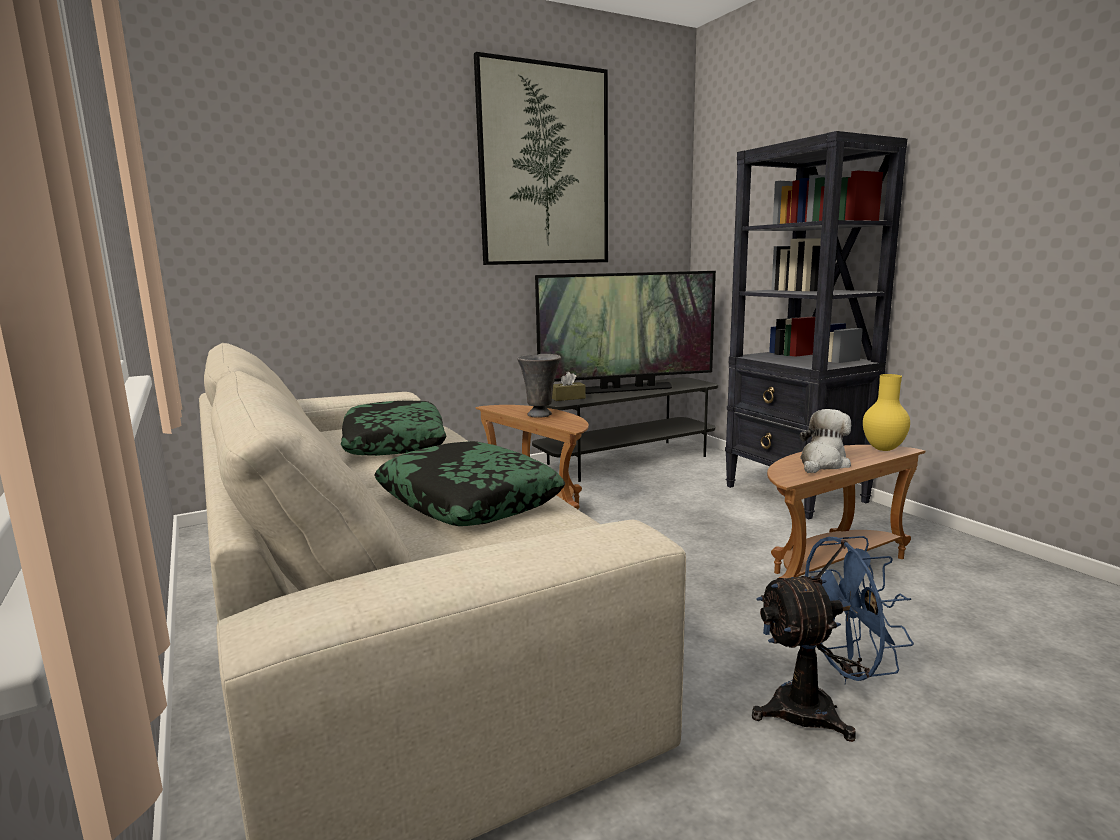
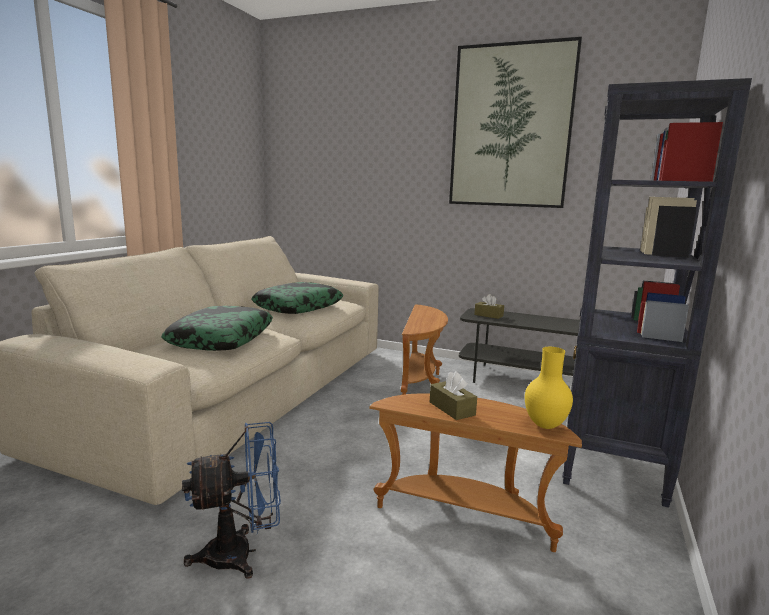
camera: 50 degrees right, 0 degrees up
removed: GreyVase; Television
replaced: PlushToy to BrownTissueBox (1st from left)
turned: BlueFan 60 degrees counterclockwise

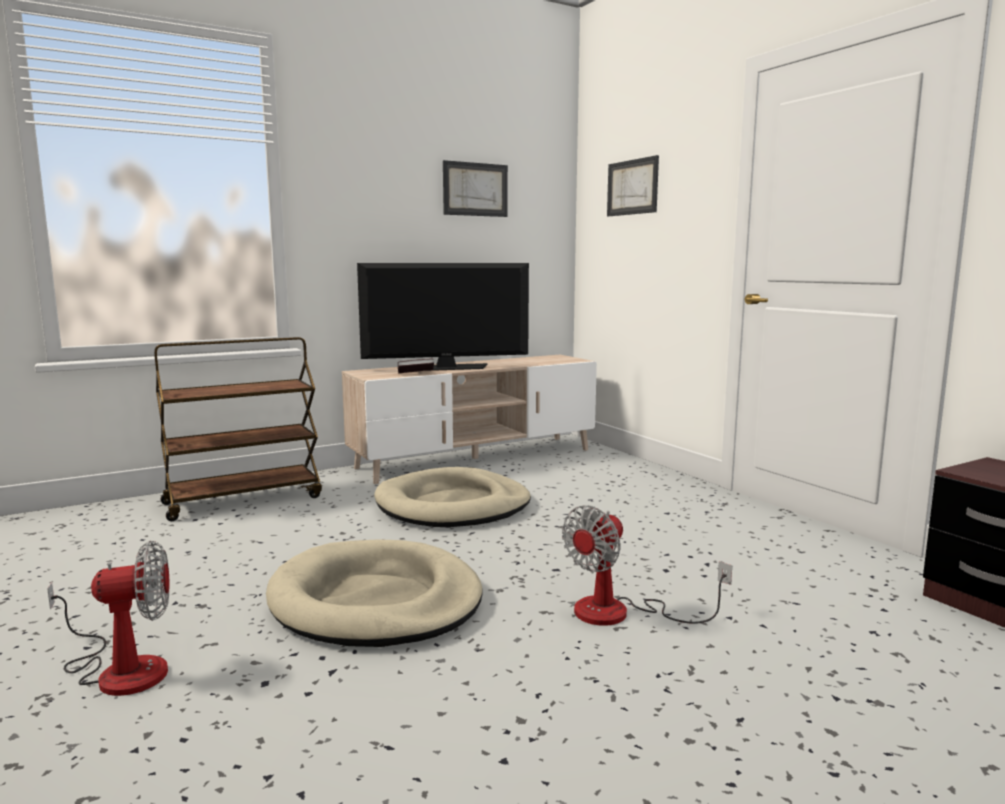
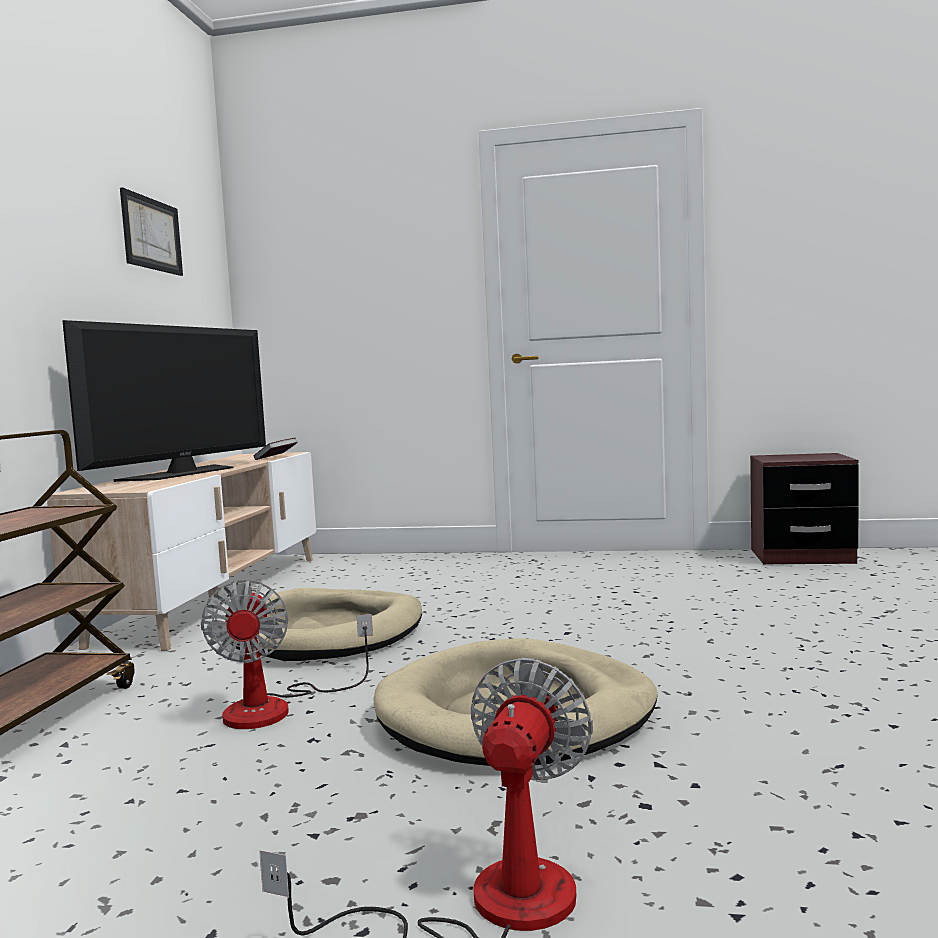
camera: 50 degrees left, 5 degrees down
removed: Picture (2nd from left)
moved: Book; Fan (2nd from left in the first image) to Fan (1st from left)

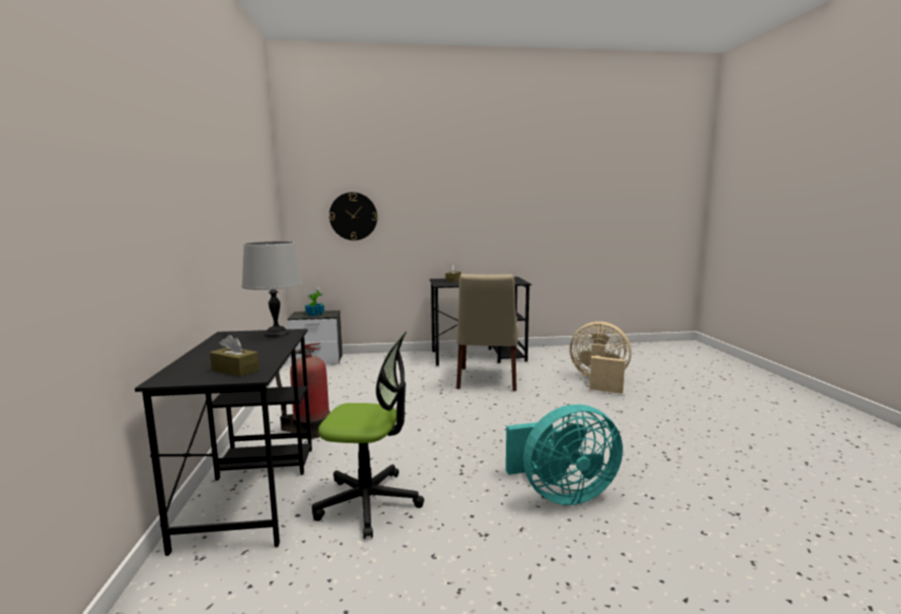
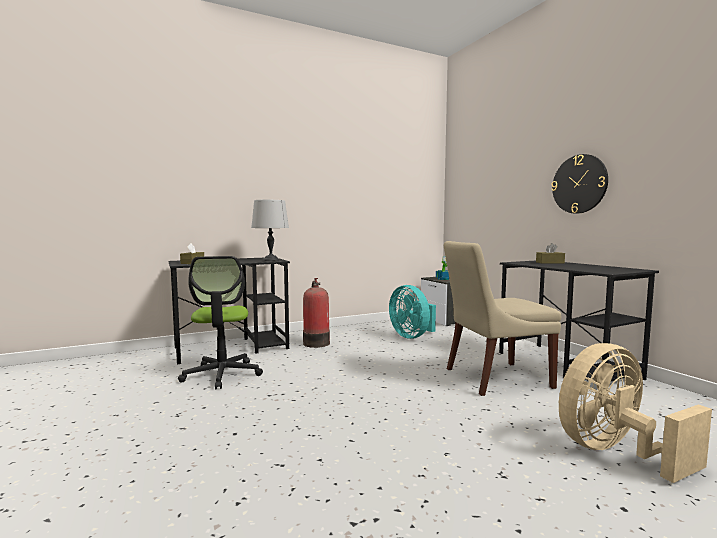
camera: 70 degrees right, 5 degrees down
moved: WallClock; TurquoiseFan
turned: BeigeFan 120 degrees counterclockwise

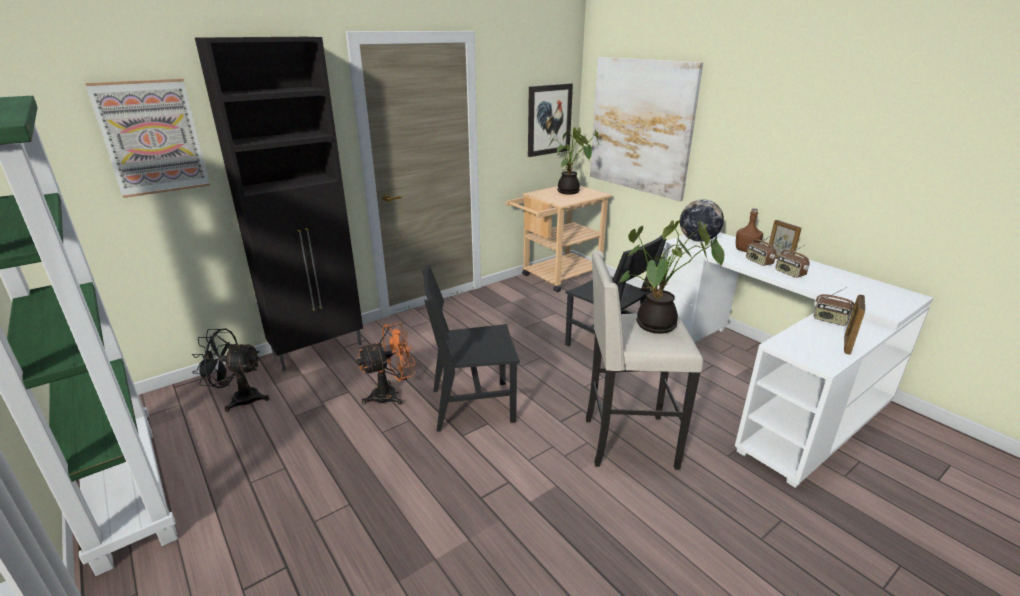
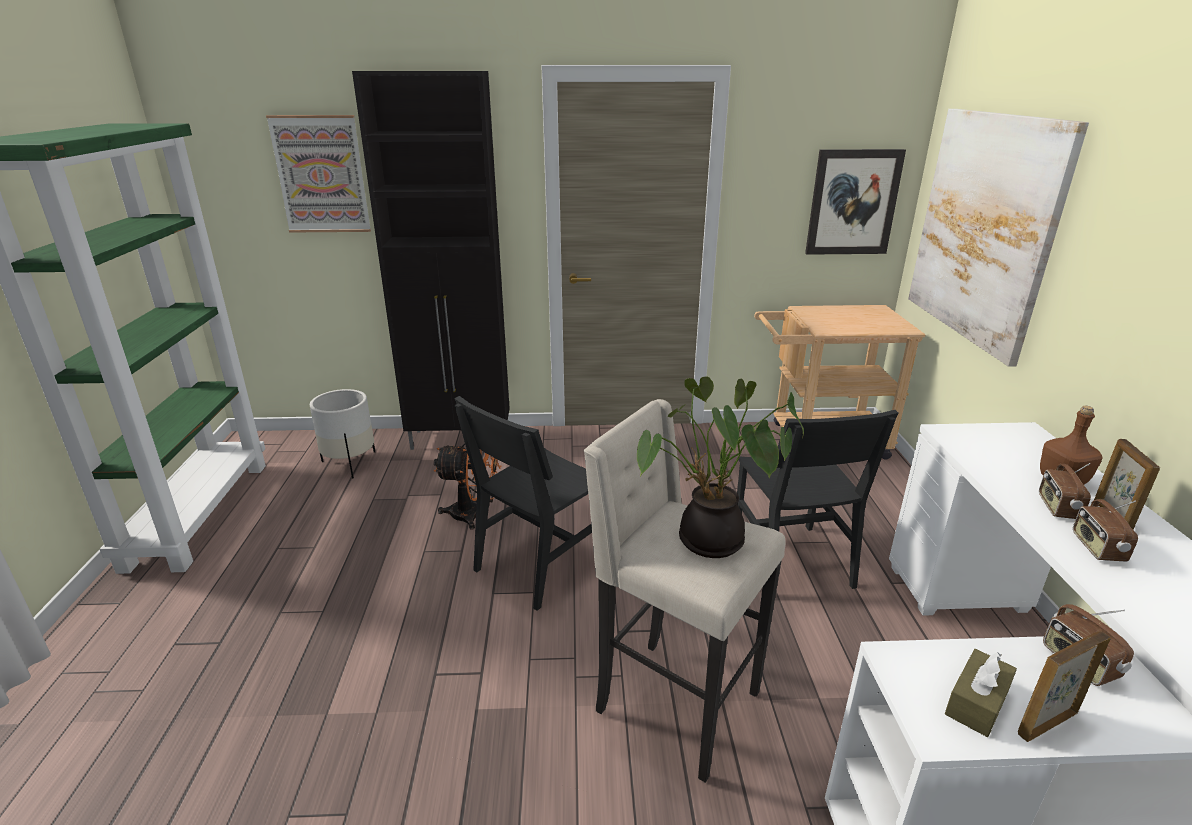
camera: 35 degrees right, 0 degrees up
removed: PottedPlant (1st from left); Globe
added: BrownTissueBox
replaced: BlackFan to WhitePlanter
turned: BlackChair (1st from left) 75 degrees counterclockwise

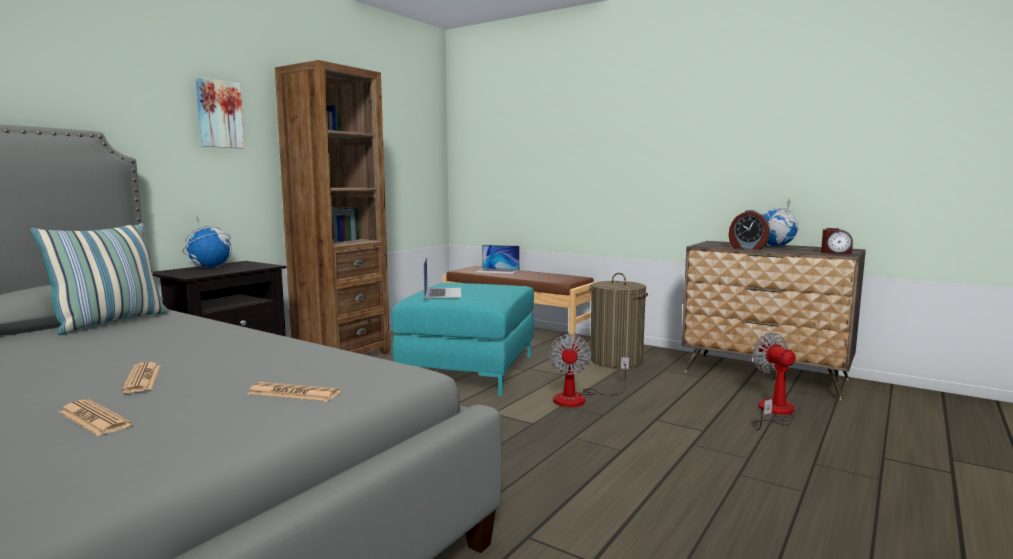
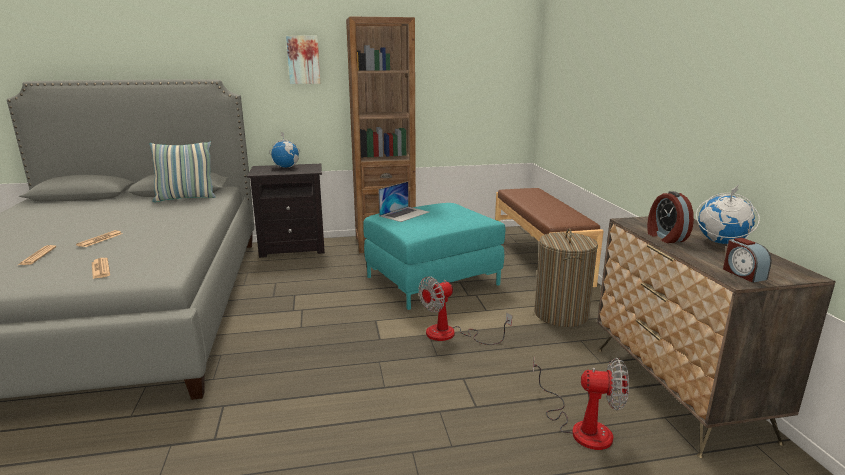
camera: 45 degrees right, 10 degrees up
removed: Laptop (2nd from left)
turned: Fan (2nd from left) 75 degrees clockwise

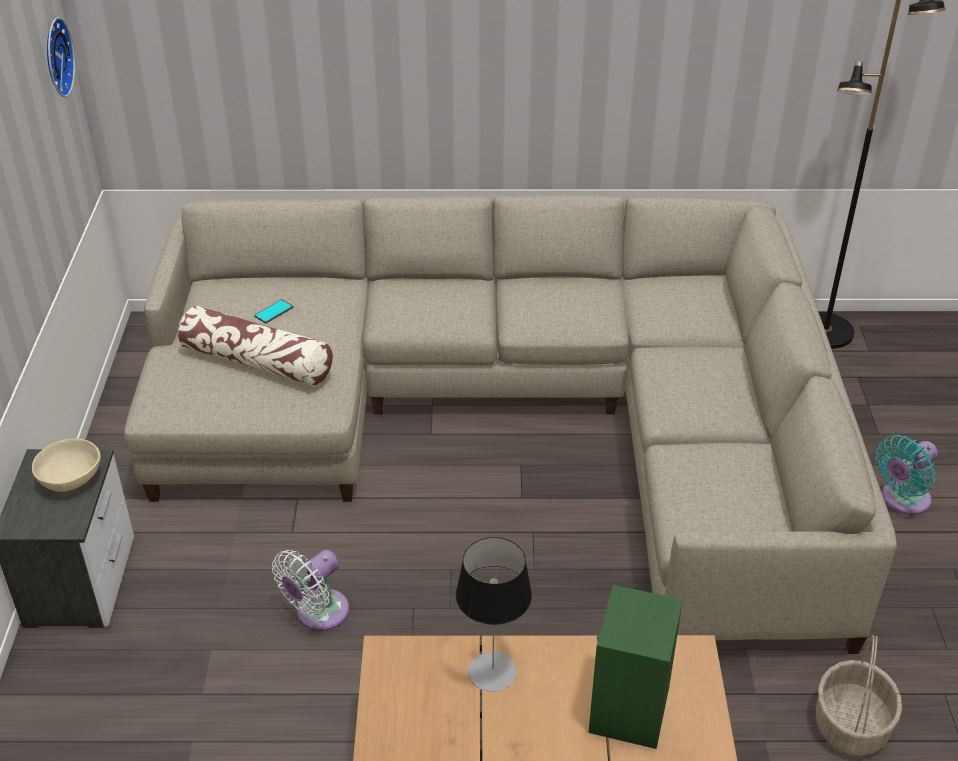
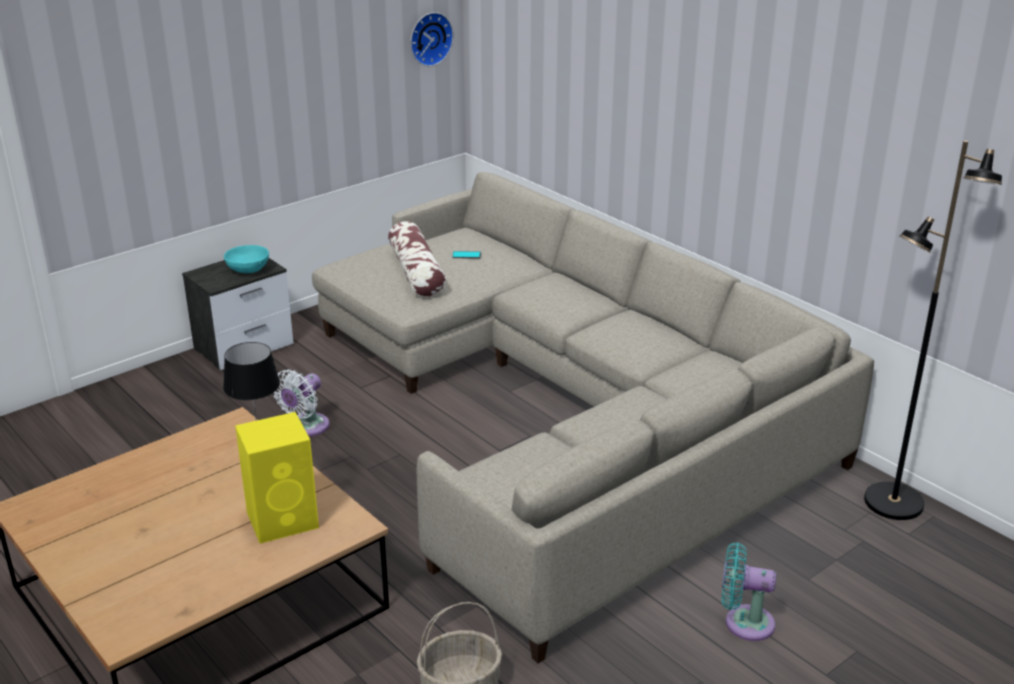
camera: 50 degrees right, 10 degrees down
recoloured: BeigeBowl to TurquoiseBowl; GreenSpeaker to YellowSpeaker
turned: WhiteFan 60 degrees counterclockwise

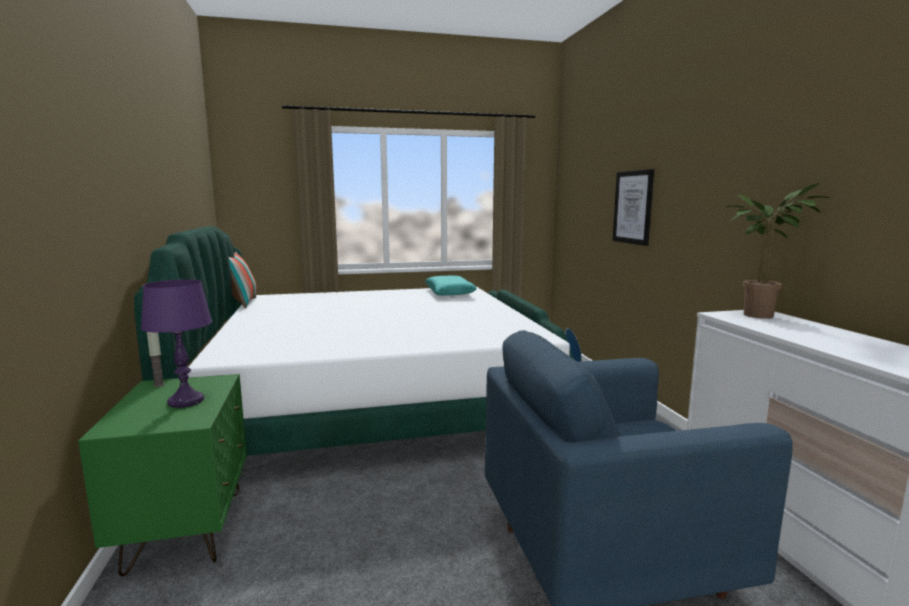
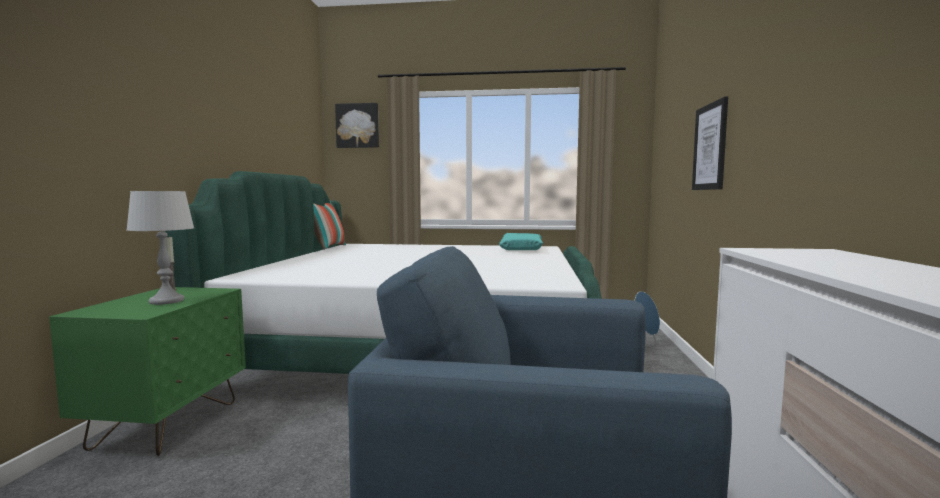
camera: 20 degrees right, 5 degrees down
removed: PottedPlant
added: Picture (1st from left)
recoloured: PurpleTableLamp to GreyTableLamp

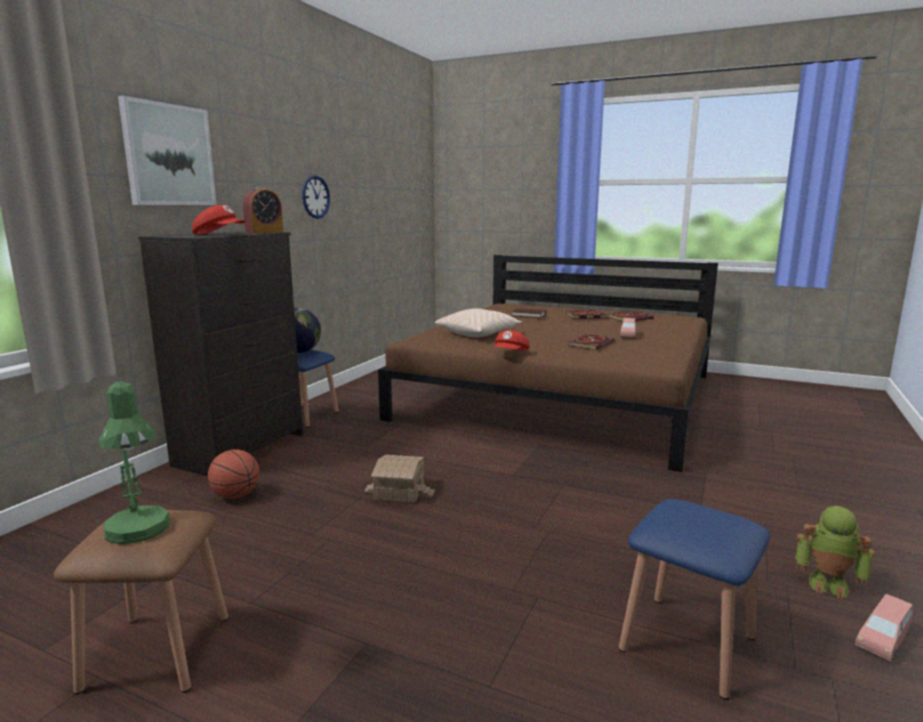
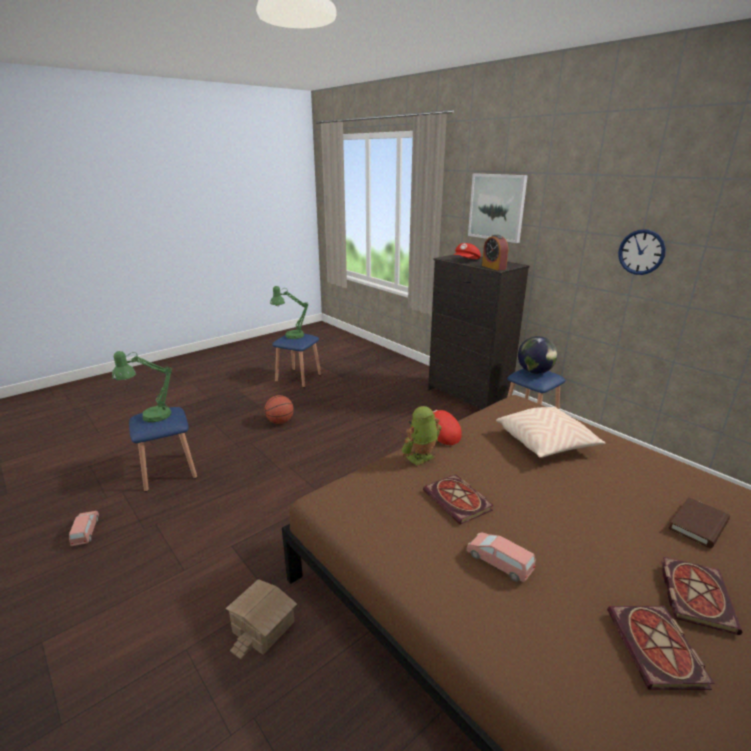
camera: 115 degrees right, 10 degrees up
added: GreenTableLamp (1st from left)
moved: Basketball; ToyHouse; ToyRobot
recoloured: BrownStool to BlueStool (2nd from left)

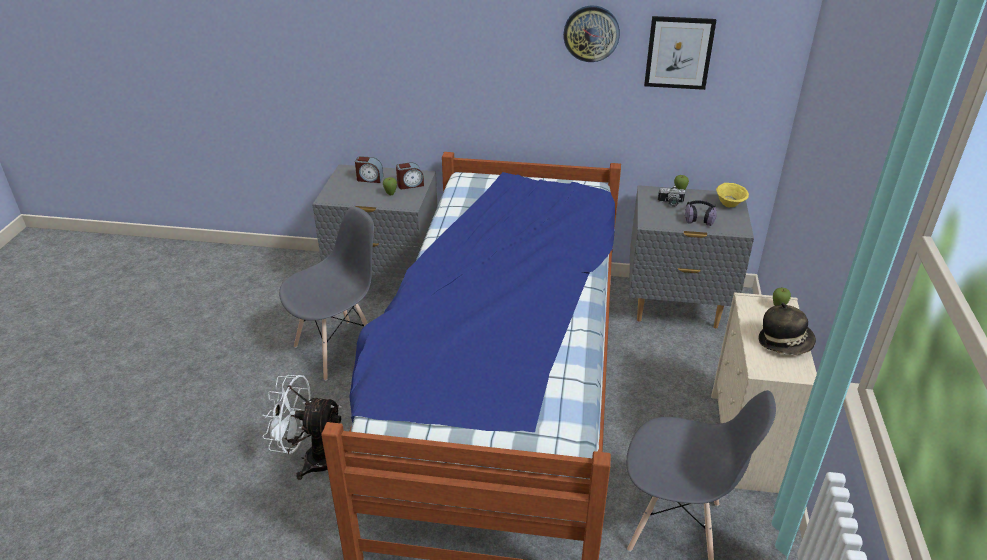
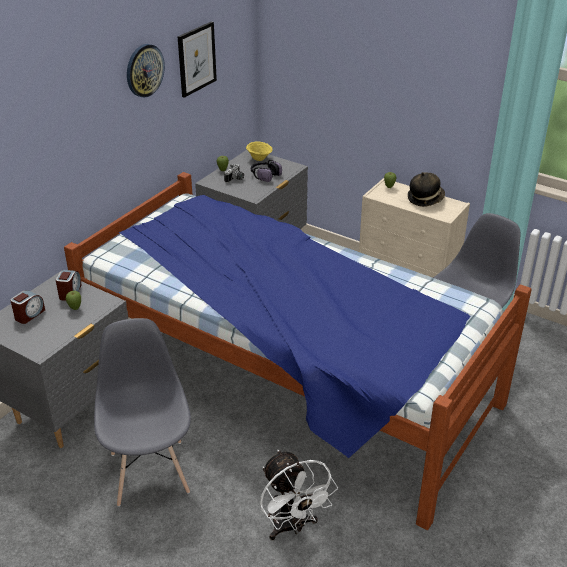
camera: 65 degrees left, 0 degrees up
turned: WhiteFan 60 degrees counterclockwise

